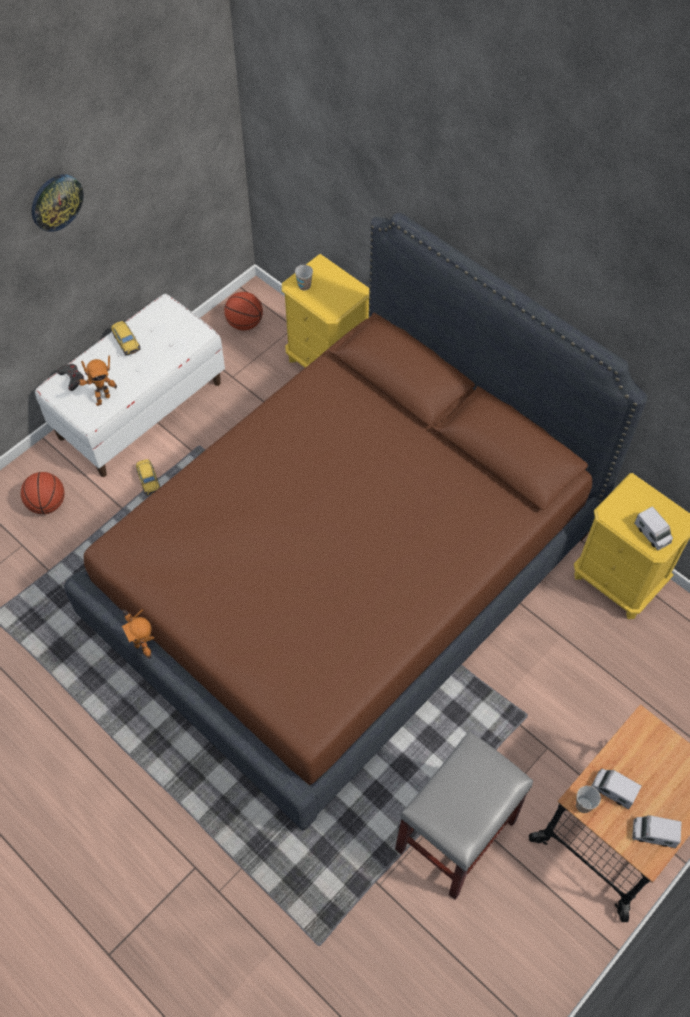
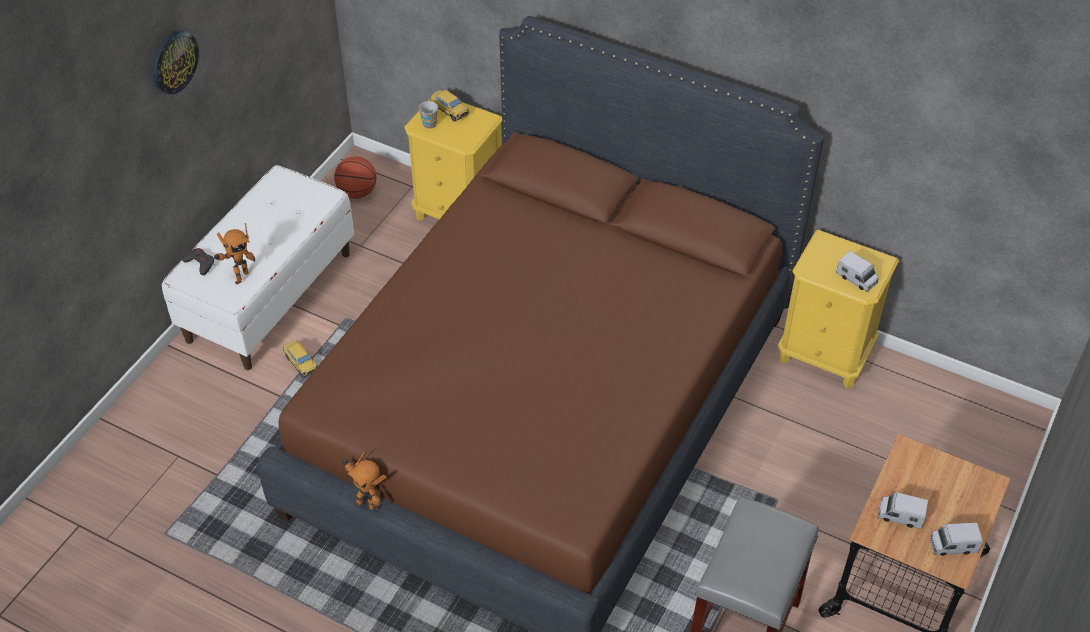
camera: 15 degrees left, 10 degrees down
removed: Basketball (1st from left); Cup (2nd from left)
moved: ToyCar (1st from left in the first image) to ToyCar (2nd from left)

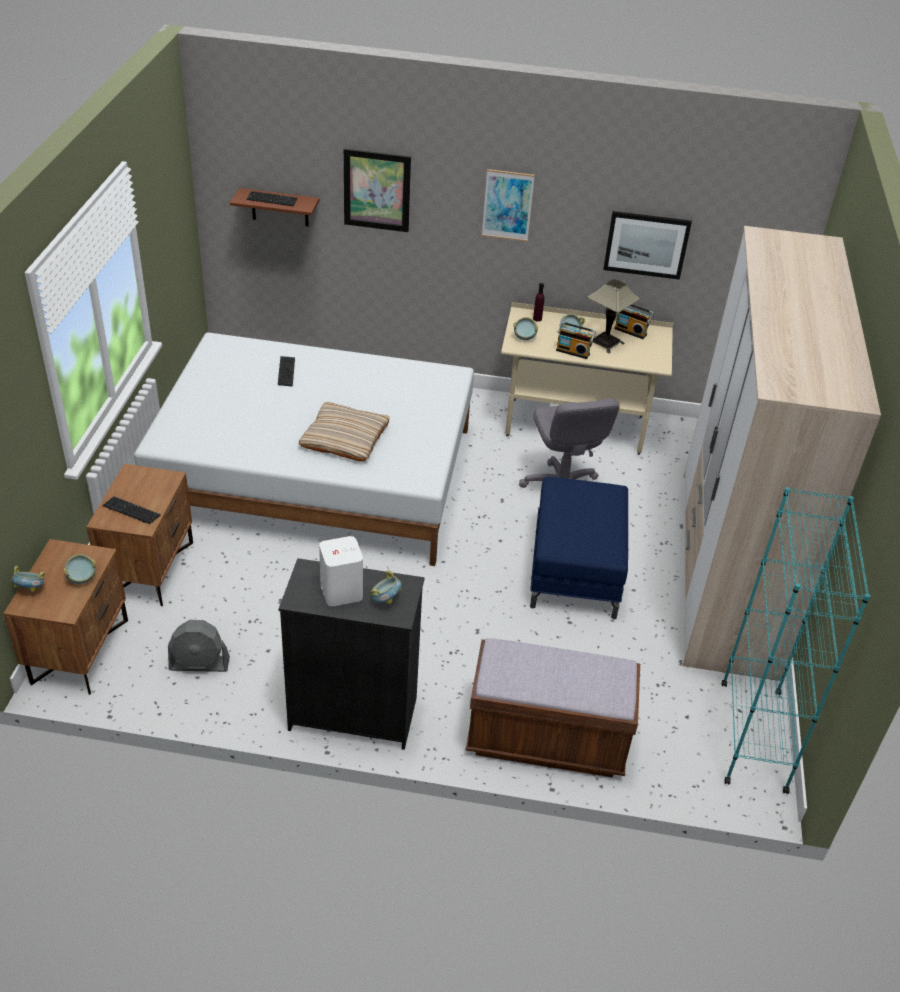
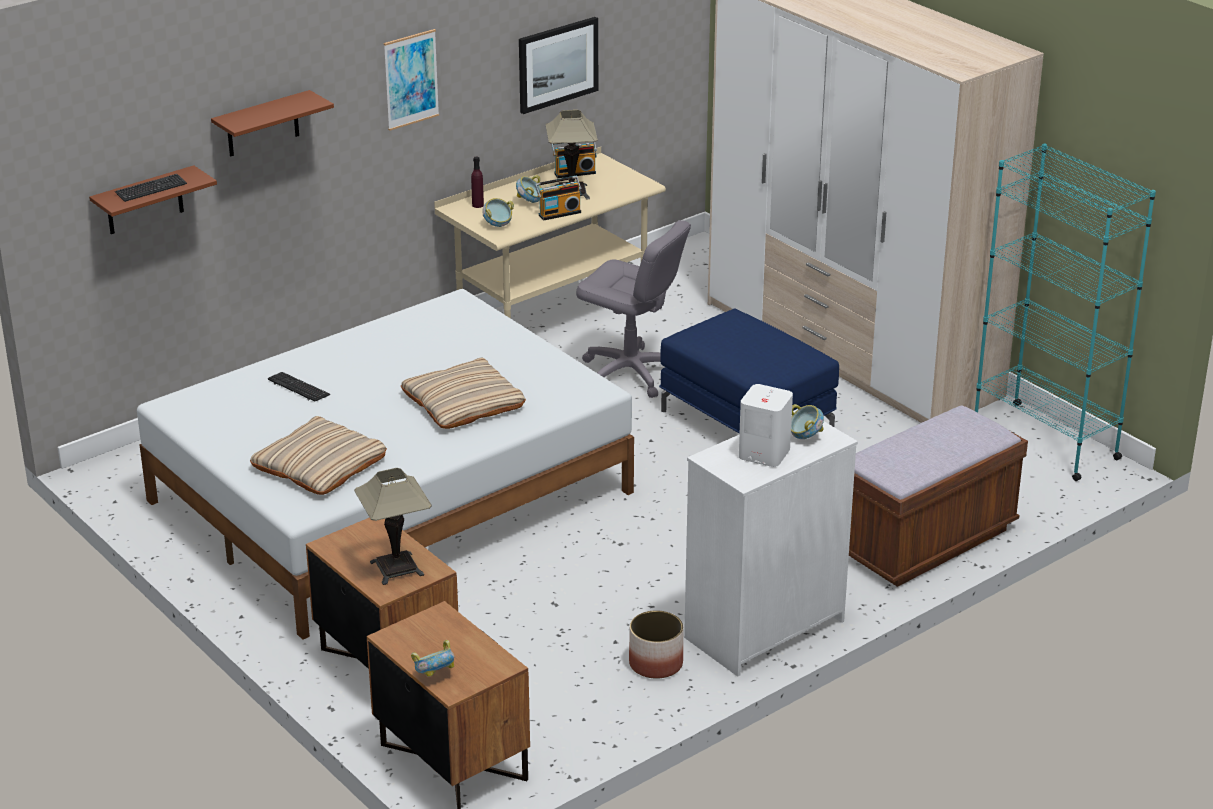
camera: 45 degrees left, 10 degrees down
removed: Bowl (2nd from left); GreyFan
added: BeigePillow (1st from left); Planter
replaced: Keyboard (1st from left) to TableLamp (1st from left); Picture (1st from left) to BrownShelf (2nd from left)
recoloured: BlackDresser to WhiteDresser

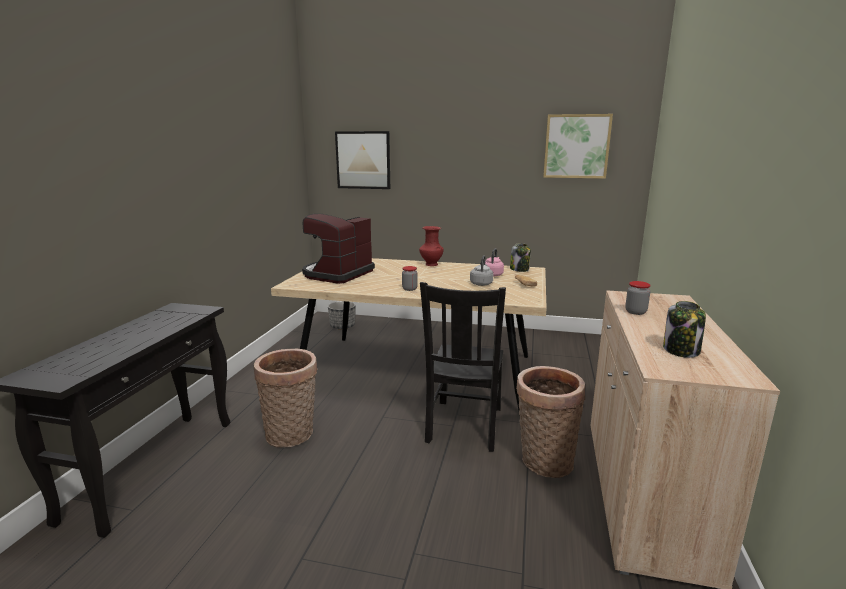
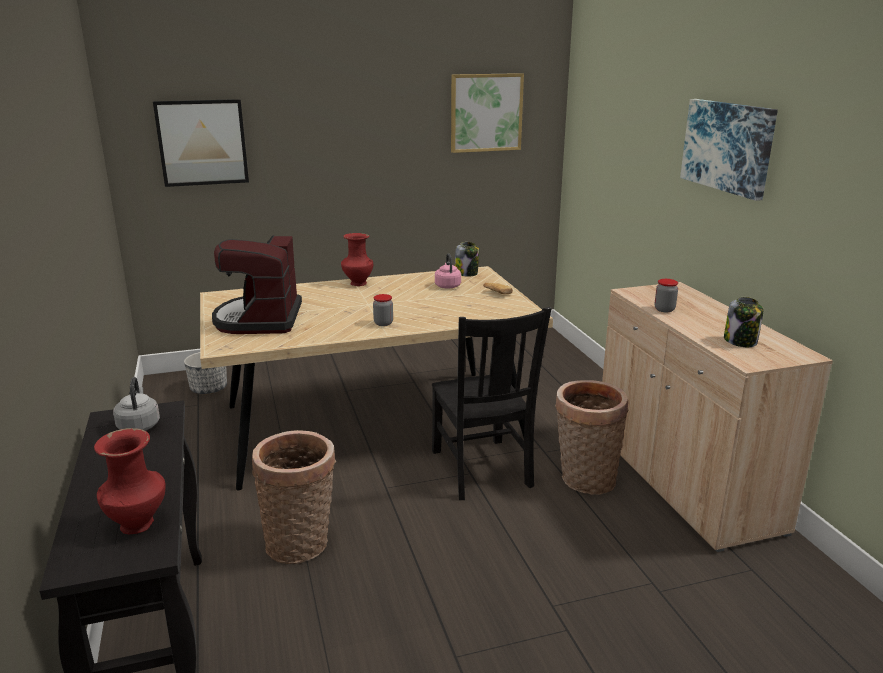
camera: 30 degrees left, 5 degrees up
added: RedVase (1st from left); Picture (3rd from left)
moved: GreyKettle

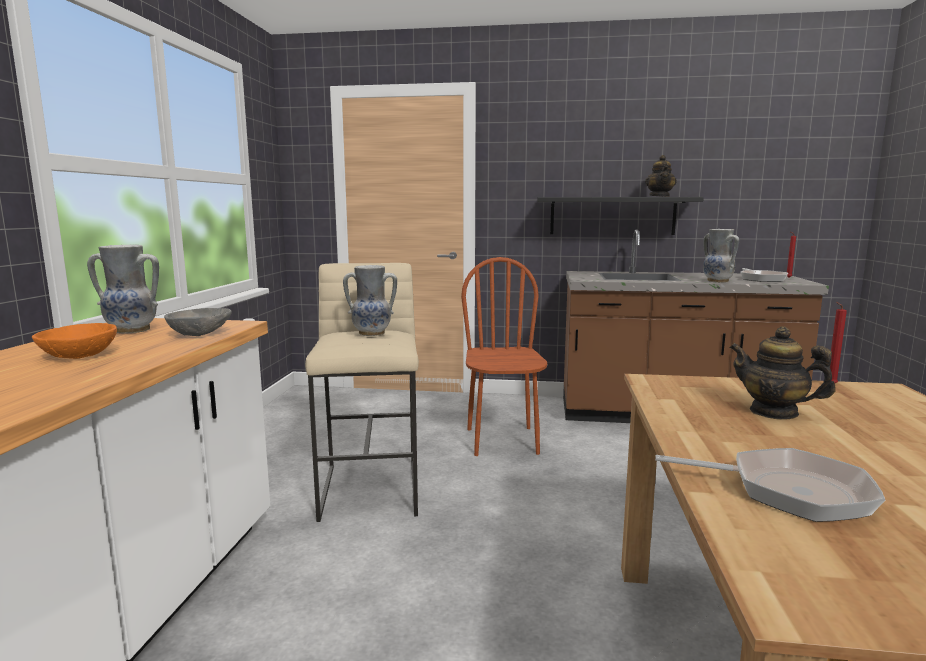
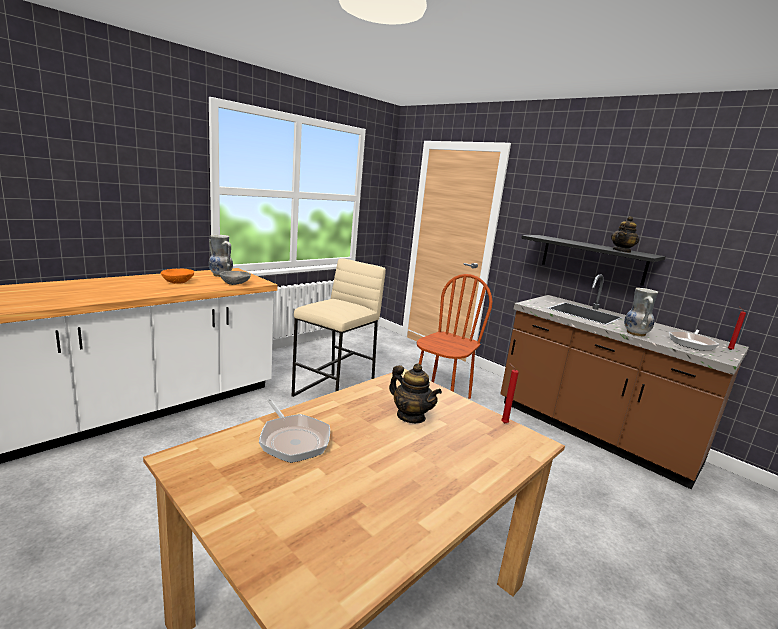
camera: 35 degrees right, 5 degrees up
removed: Vase (2nd from left)
turned: Teapot (2nd from left in the first image) 150 degrees clockwise

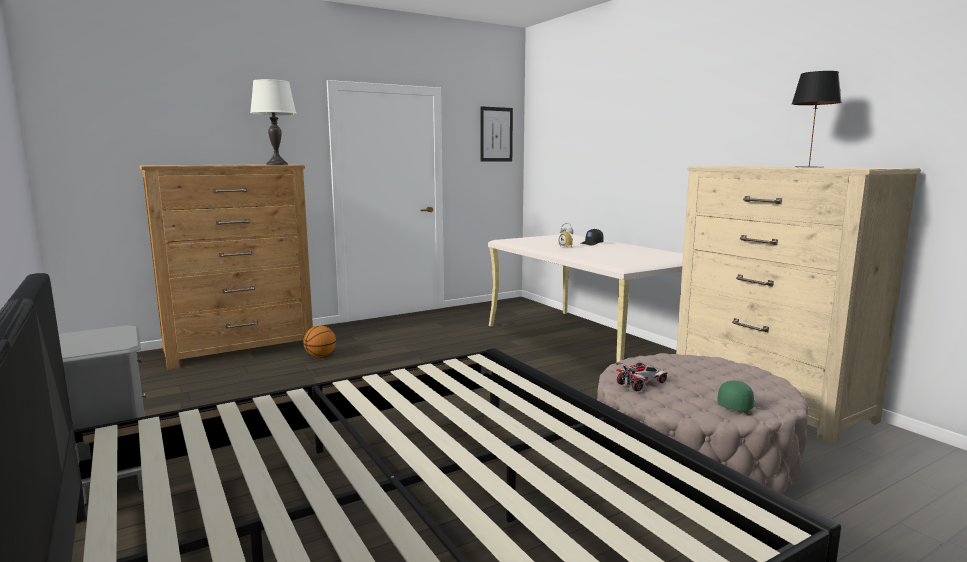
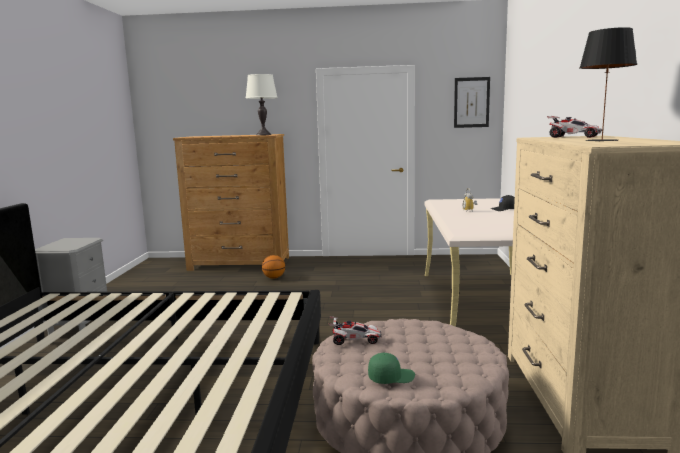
camera: 35 degrees right, 0 degrees up
added: ToyCar (2nd from left)

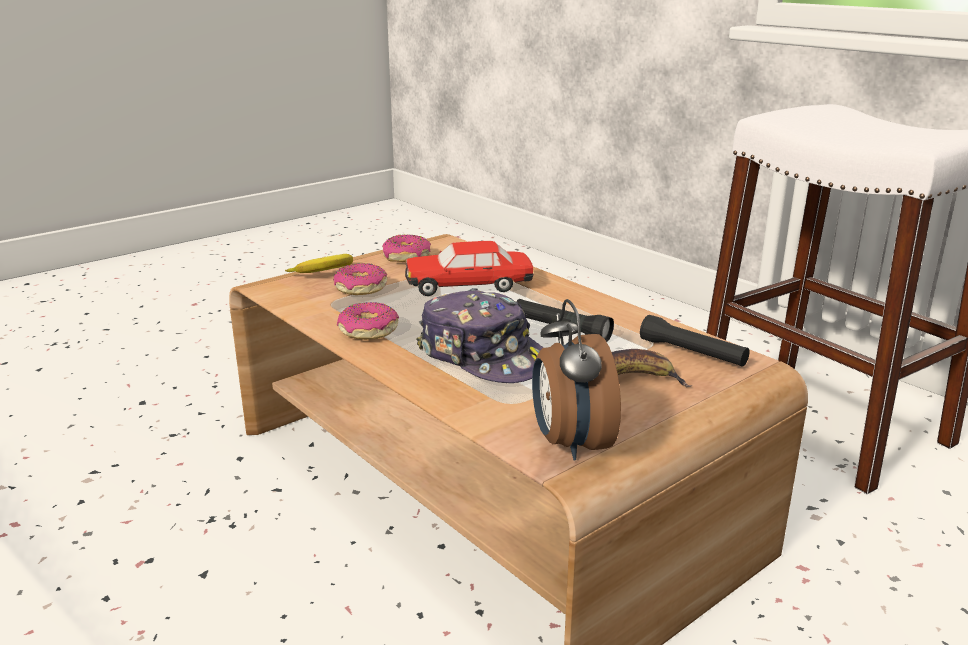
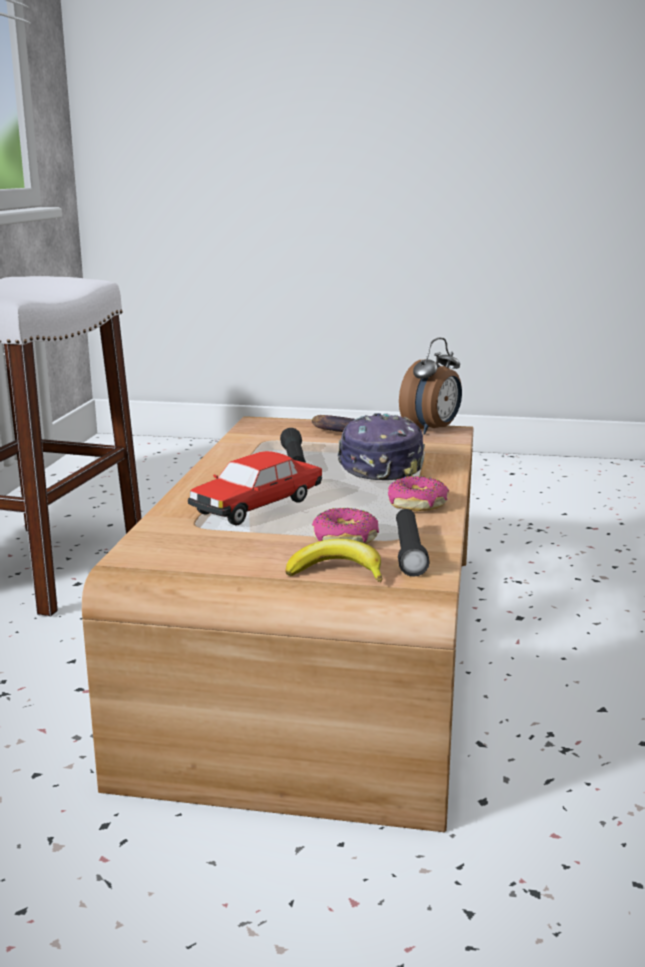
camera: 130 degrees left, 5 degrees down
removed: Donut (3rd from left)
moved: BlackFlashlight (2nd from left)
turned: ToyCar 90 degrees clockwise

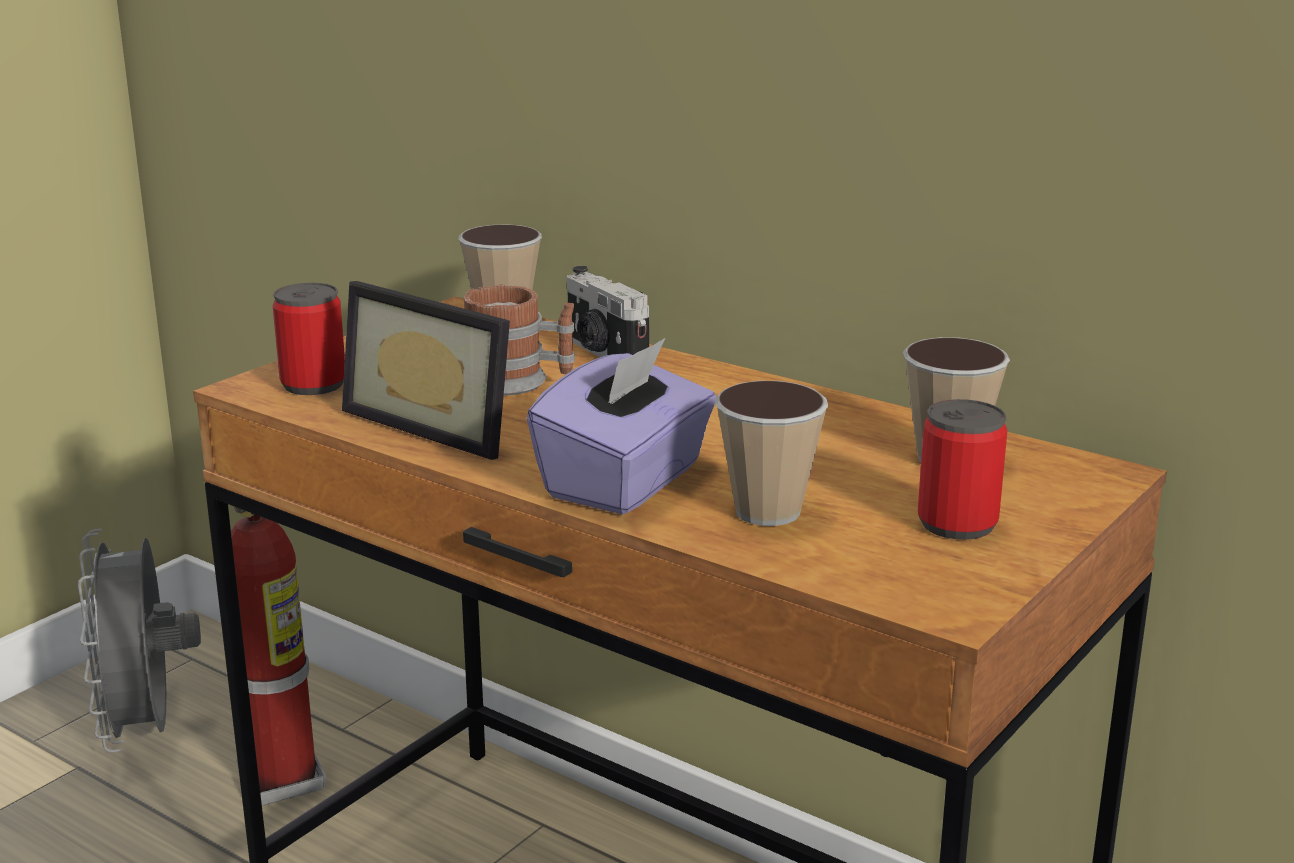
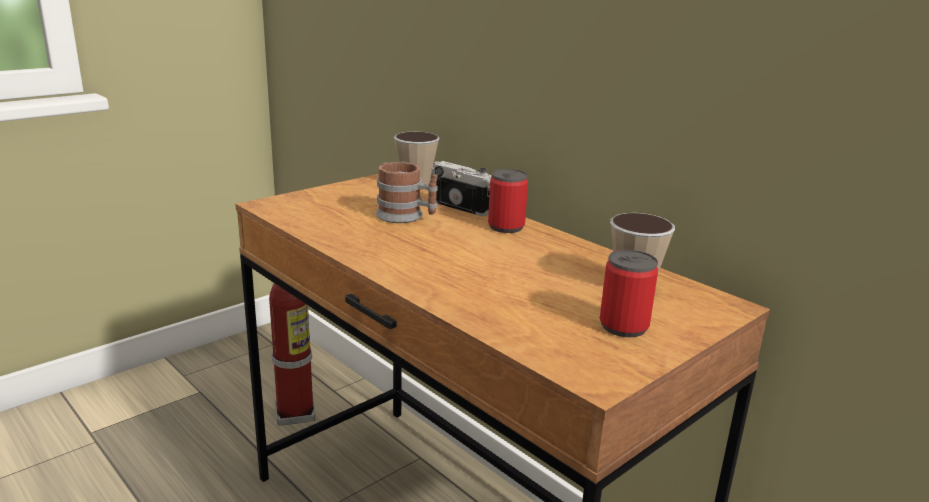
camera: 10 degrees right, 0 degrees up
removed: GreyFan; PictureFrame; PurpleTissueBox; Cup (2nd from left)
moved: Can (1st from left)
turned: PhotoCamera 150 degrees clockwise

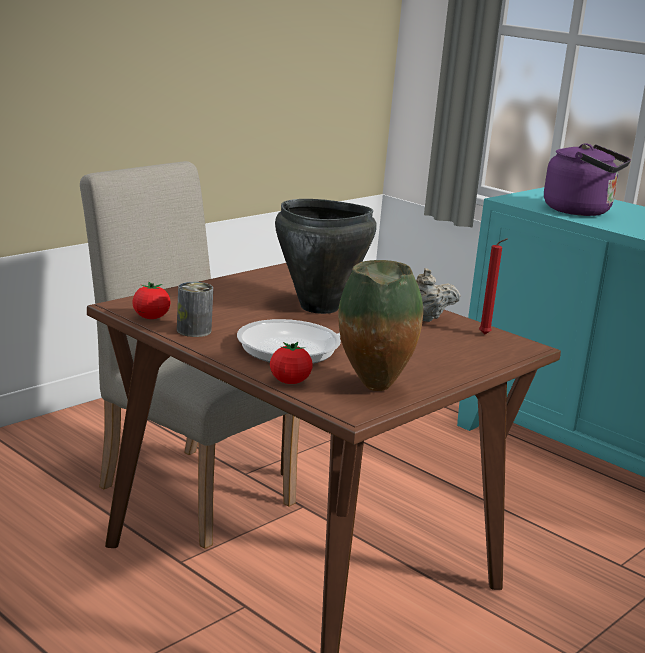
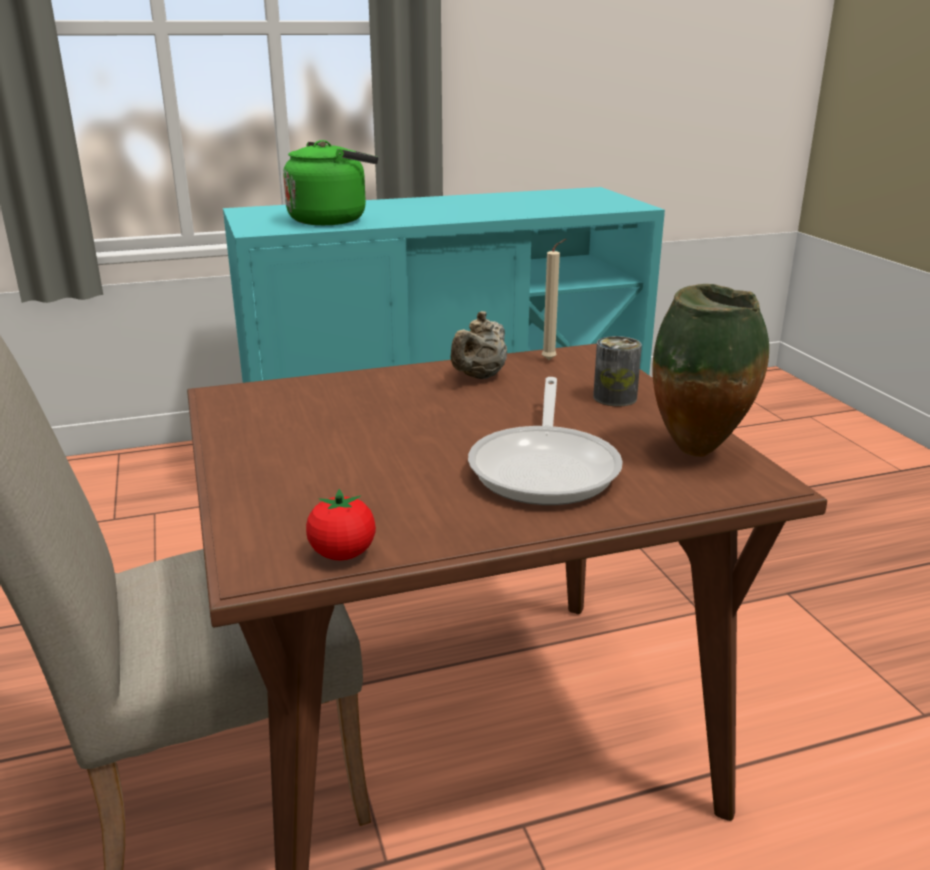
camera: 60 degrees left, 5 degrees up
removed: Tomato (2nd from left); BlackCookingPot
moved: Can
recoloured: RedCandle to BeigeCandle; PurpleKettle to GreenKettle

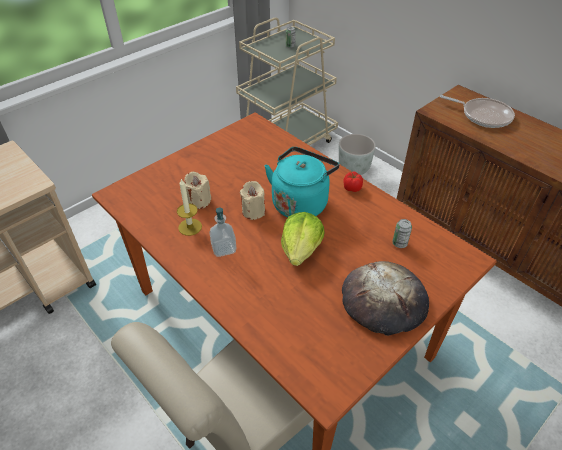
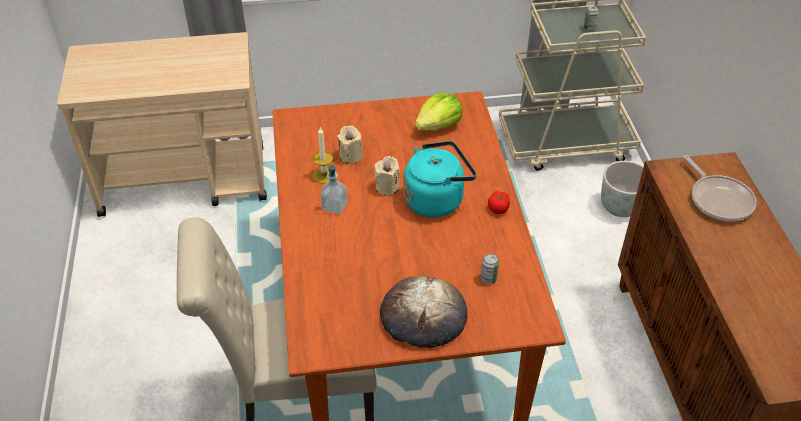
camera: 35 degrees right, 0 degrees up
moved: Lettuce

